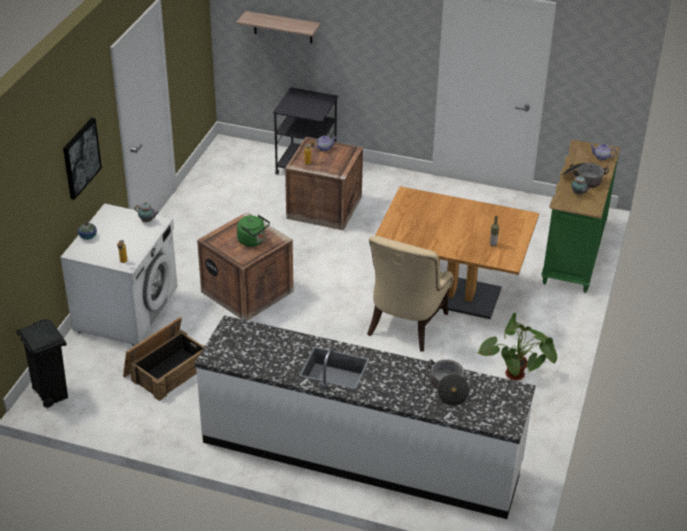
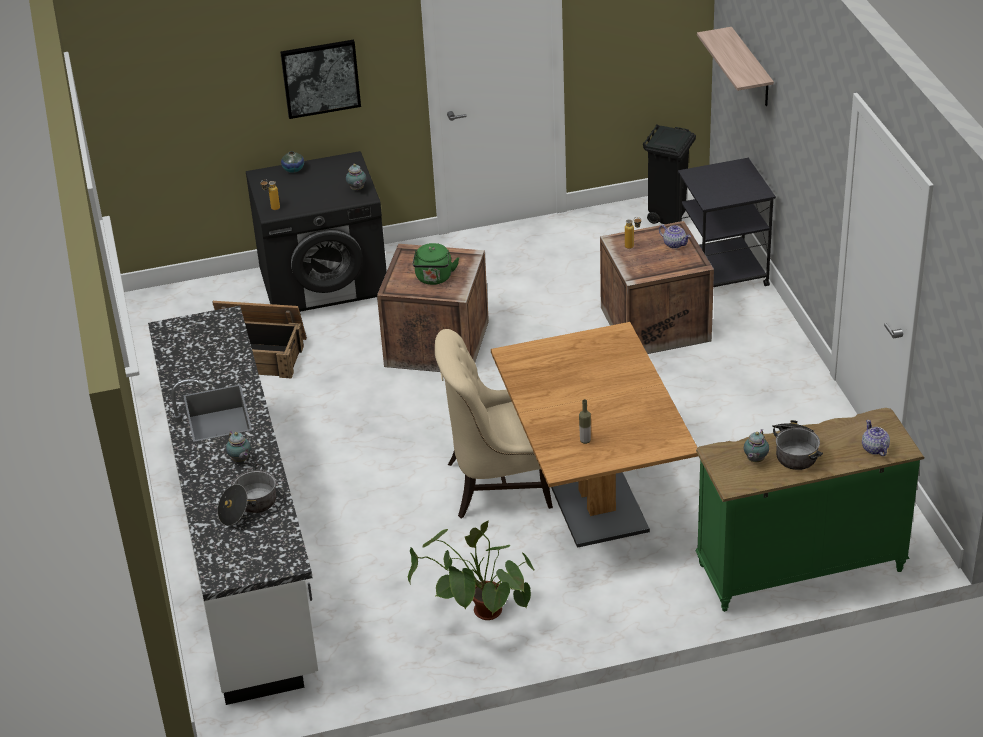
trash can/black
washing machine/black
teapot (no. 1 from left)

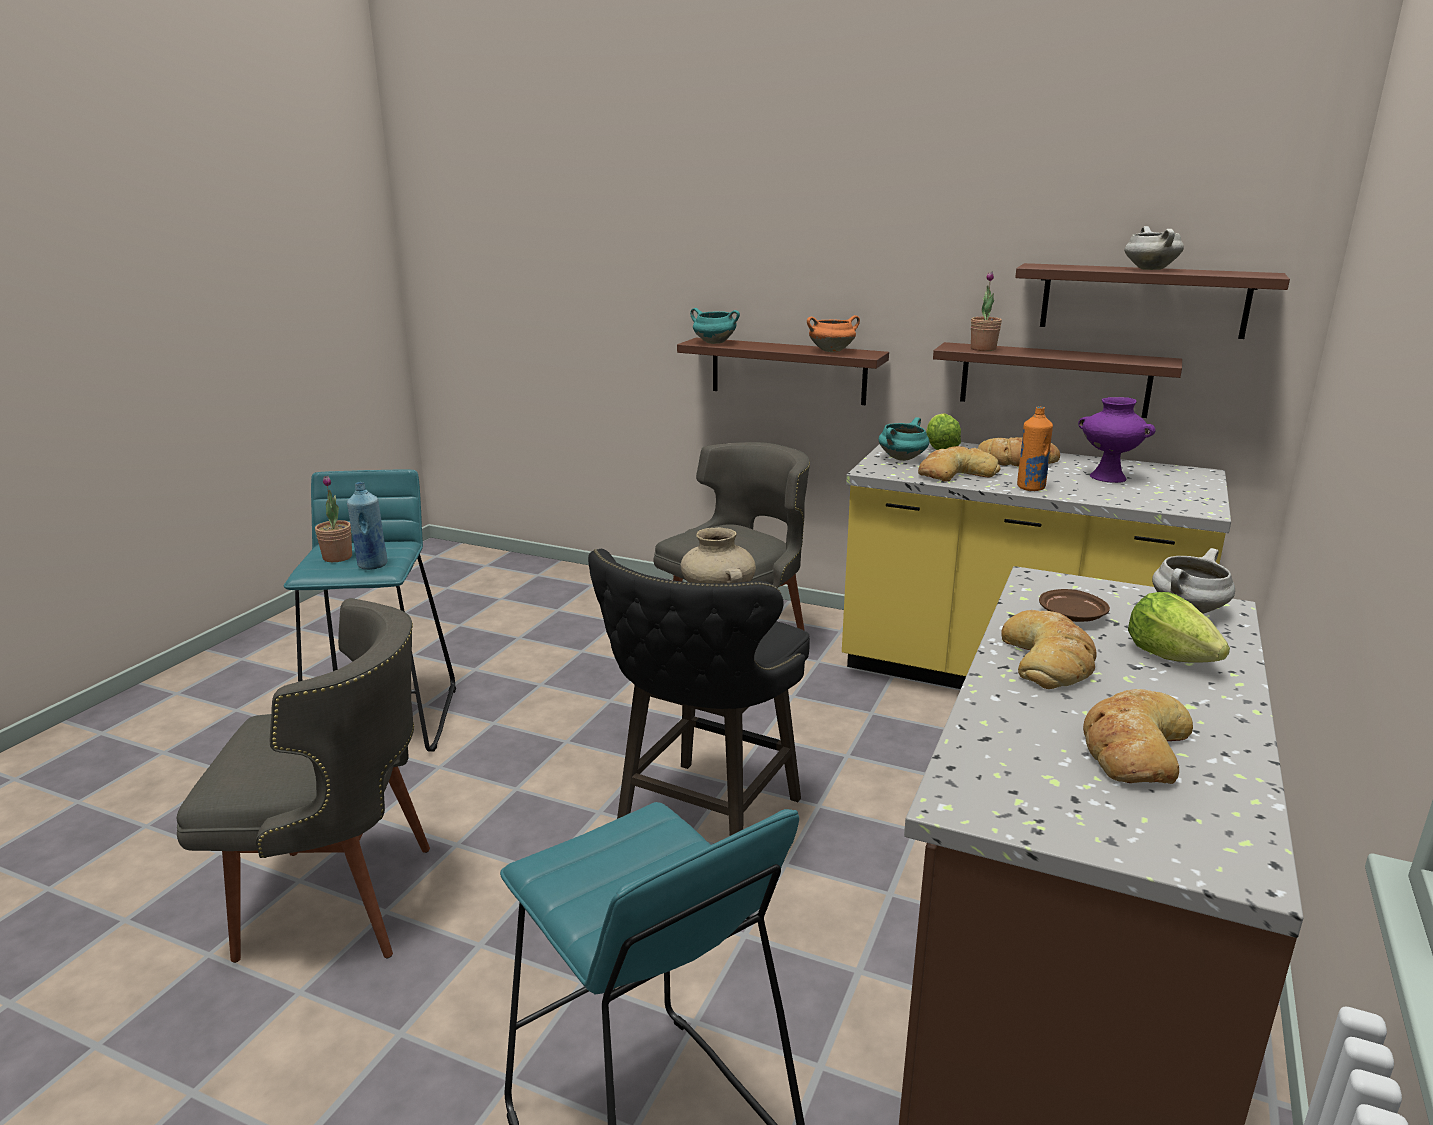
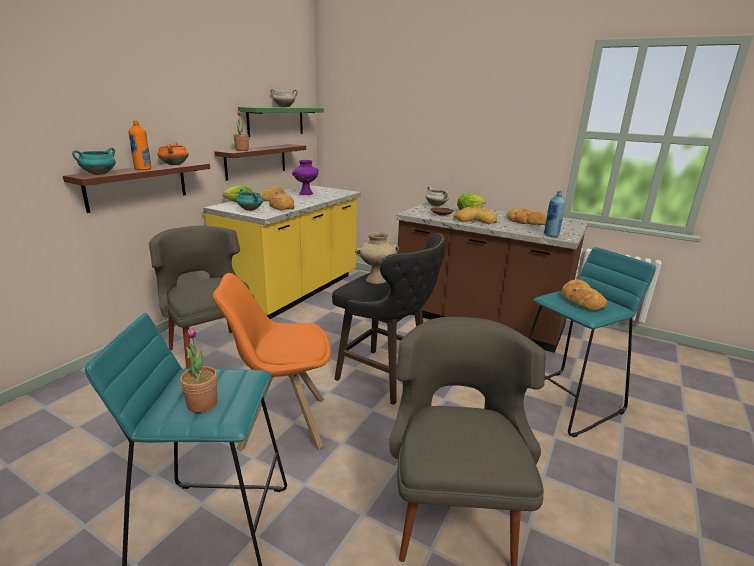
bottle/blue
shelf/green
bottle/orange
chair/orange
bread (no. 5 from left)

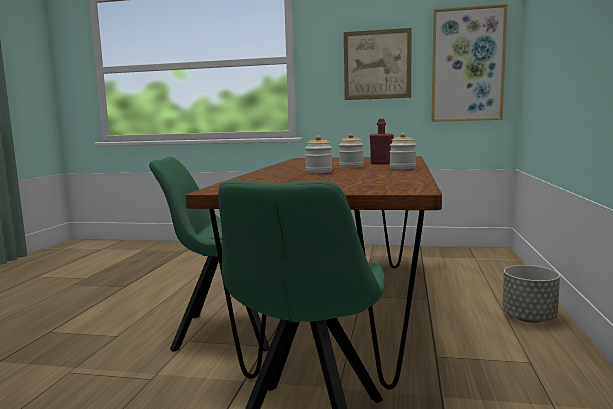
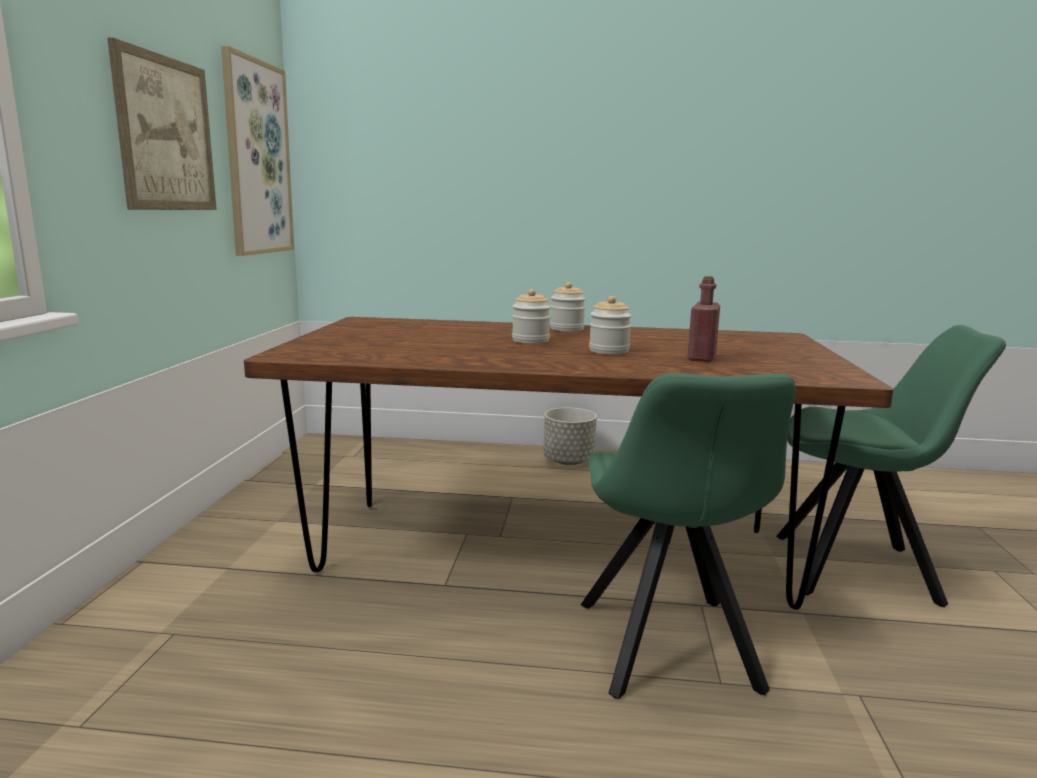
bottle/red

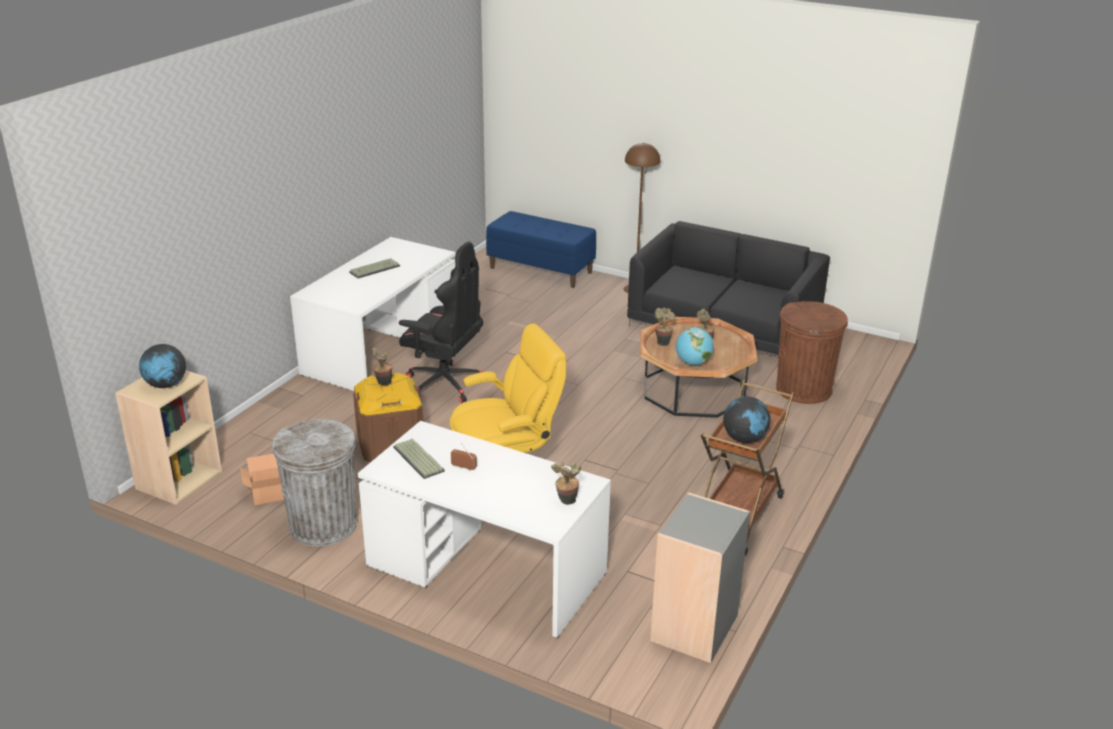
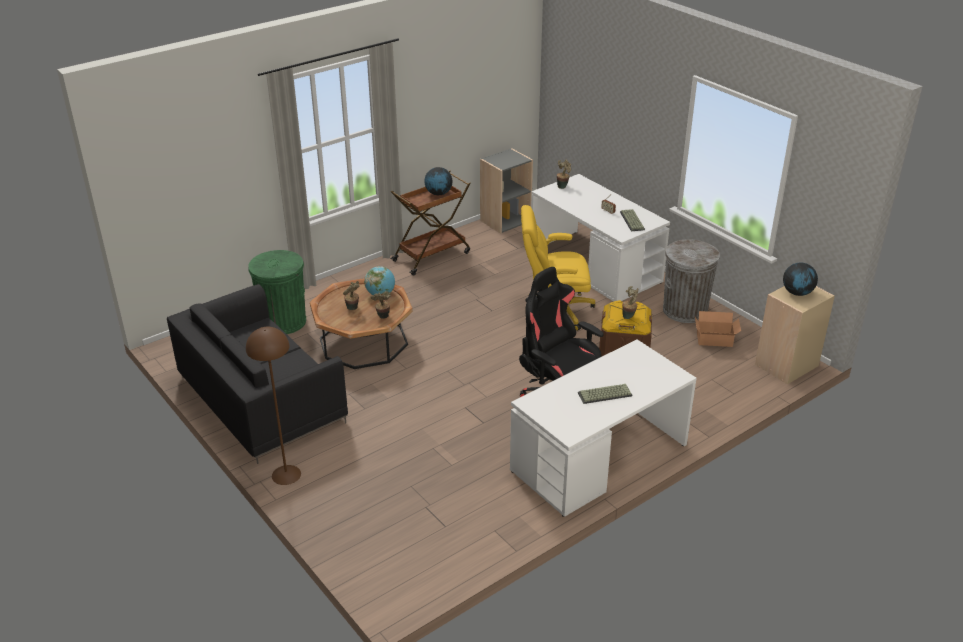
bench/blue
trash can/green

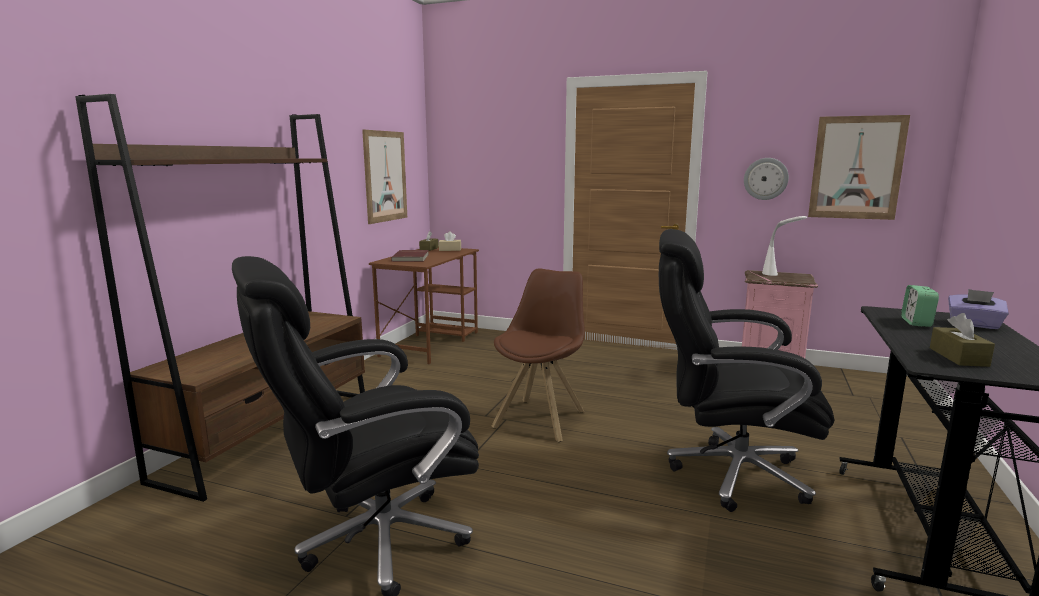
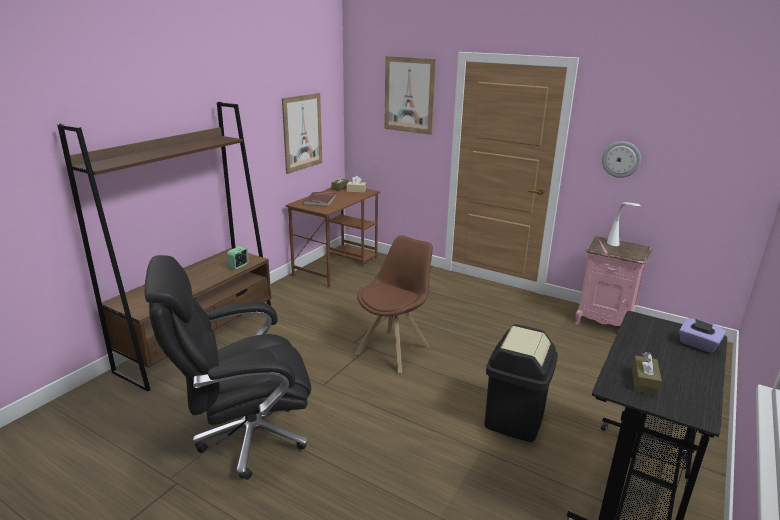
trash can/black
picture (no. 2 from left)
alarm clock

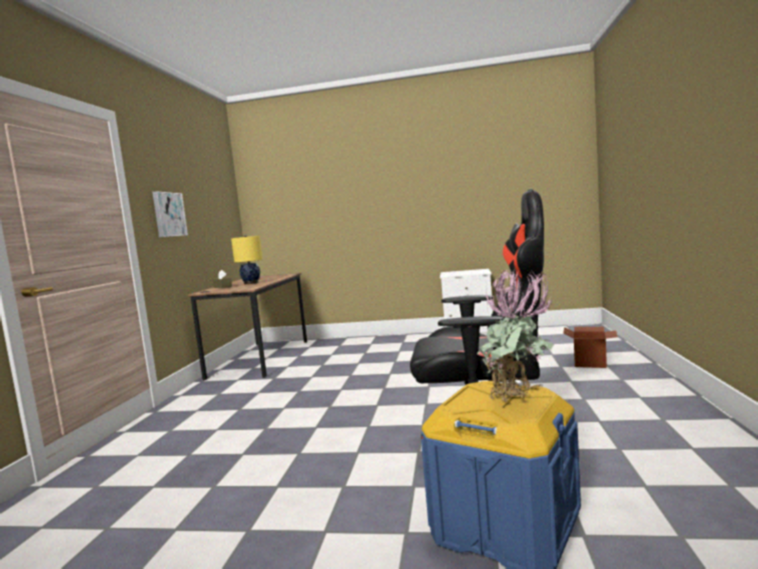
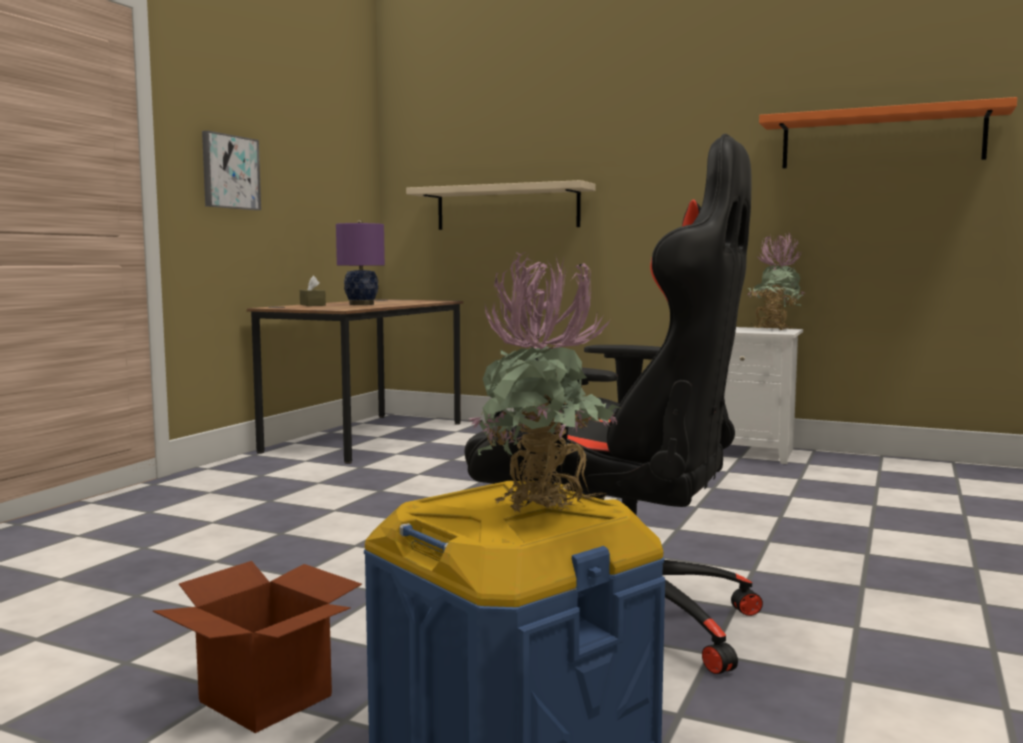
table lamp/purple
cardboard box
shelf/beige
potted plant (no. 2 from left)
shelf/orange

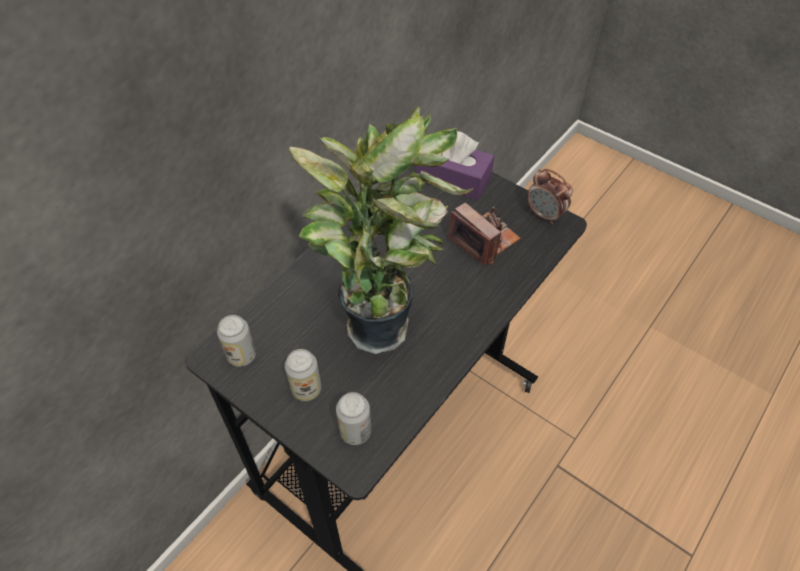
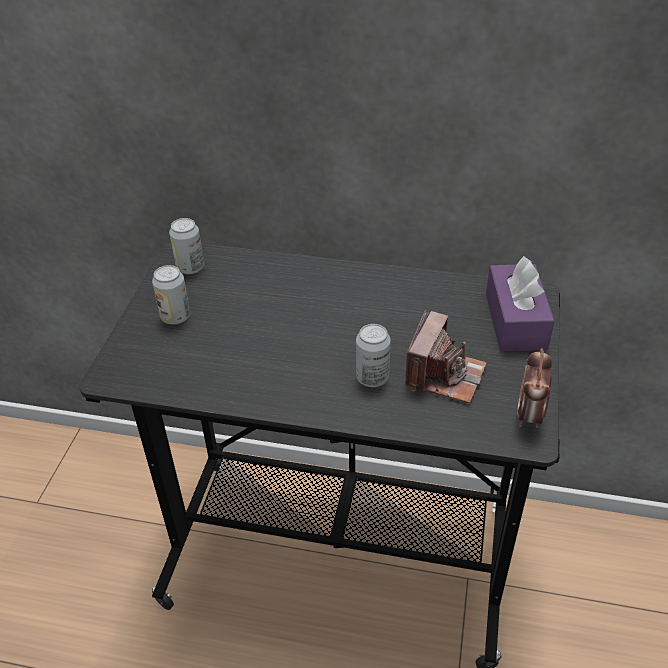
potted plant
can (no. 3 from left)

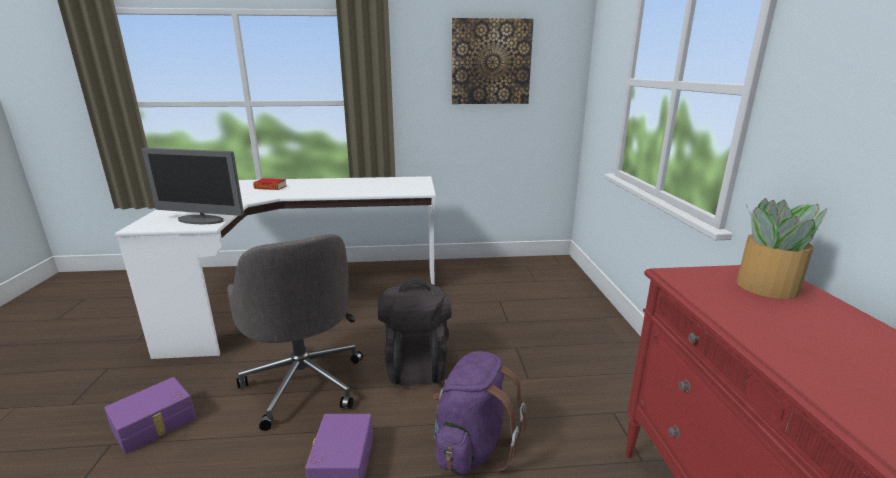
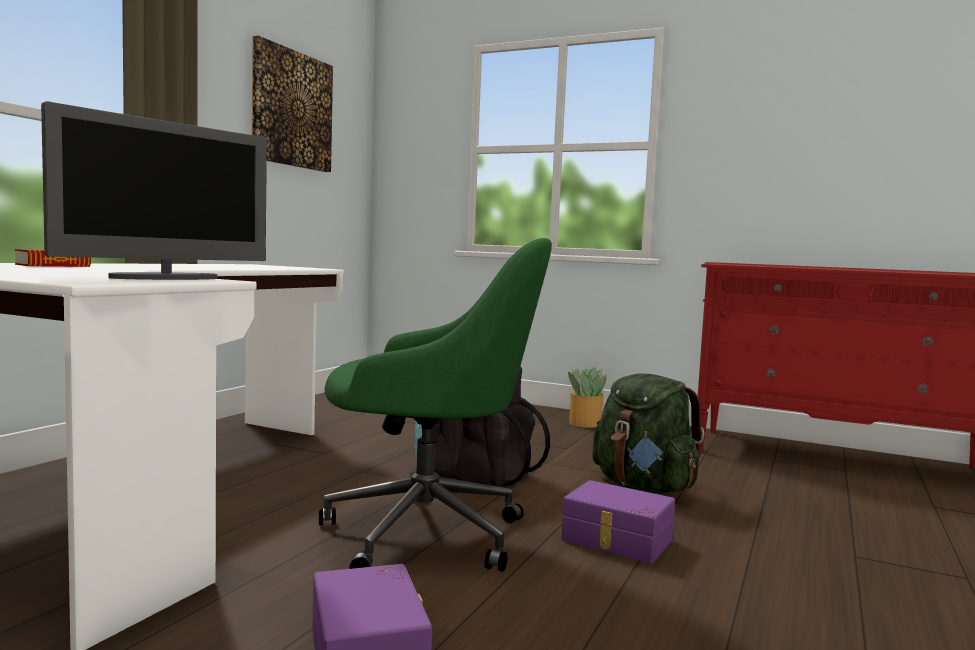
office chair/green
backpack/green
potted plant

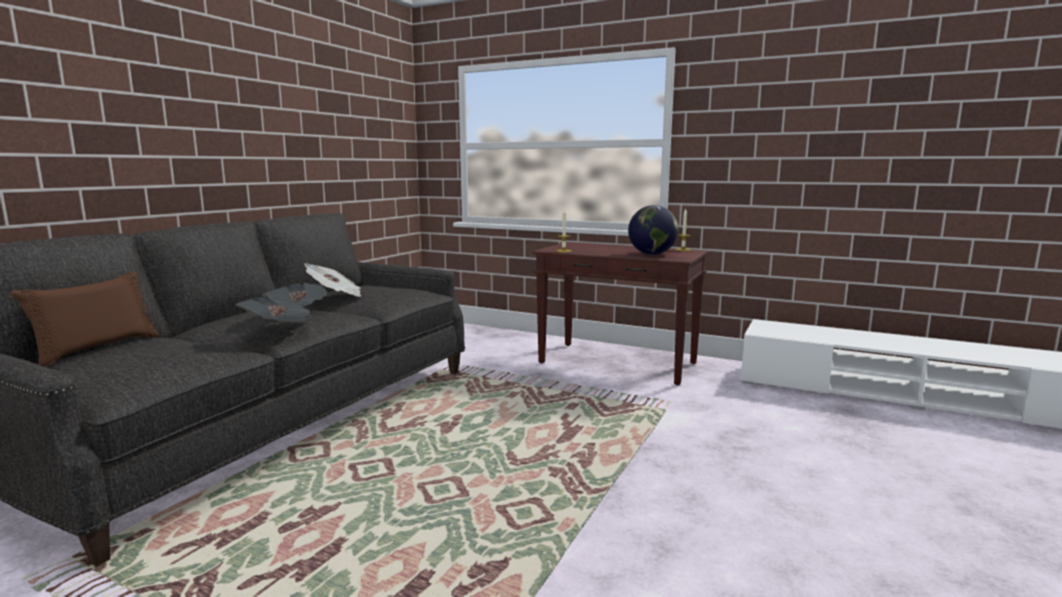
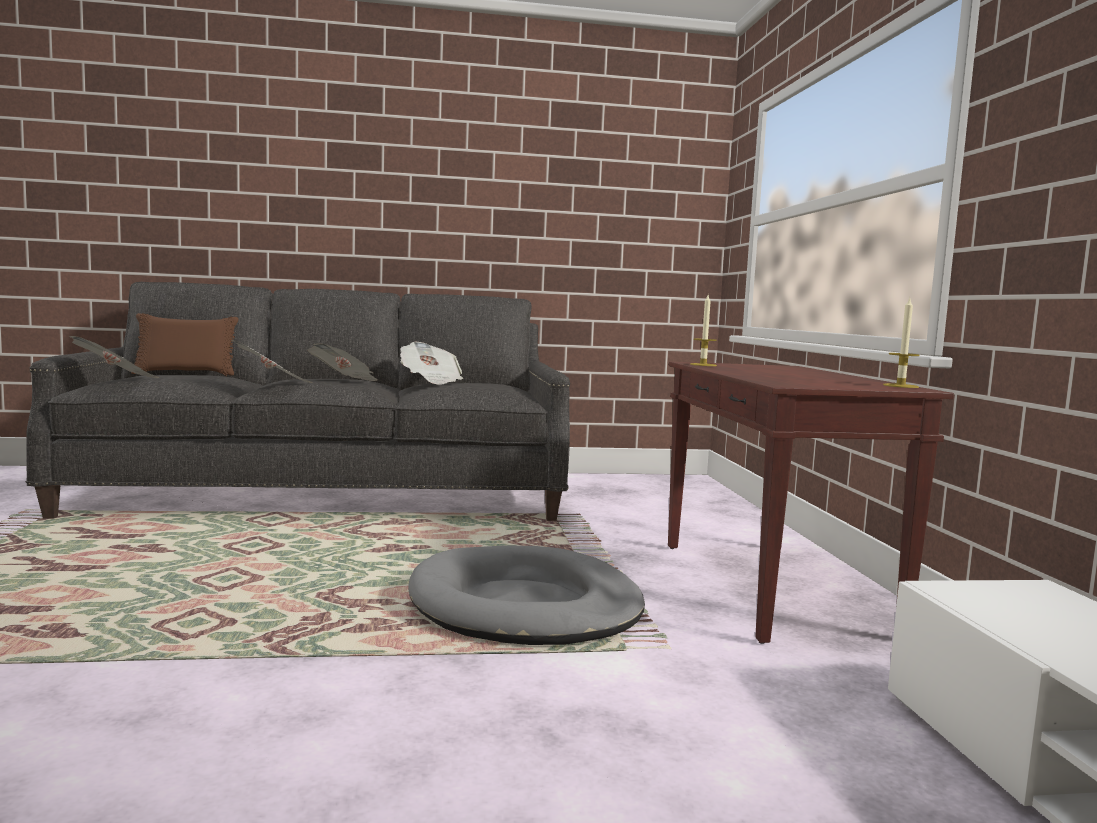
globe
newspaper (no. 1 from left)
dog bed/grey

